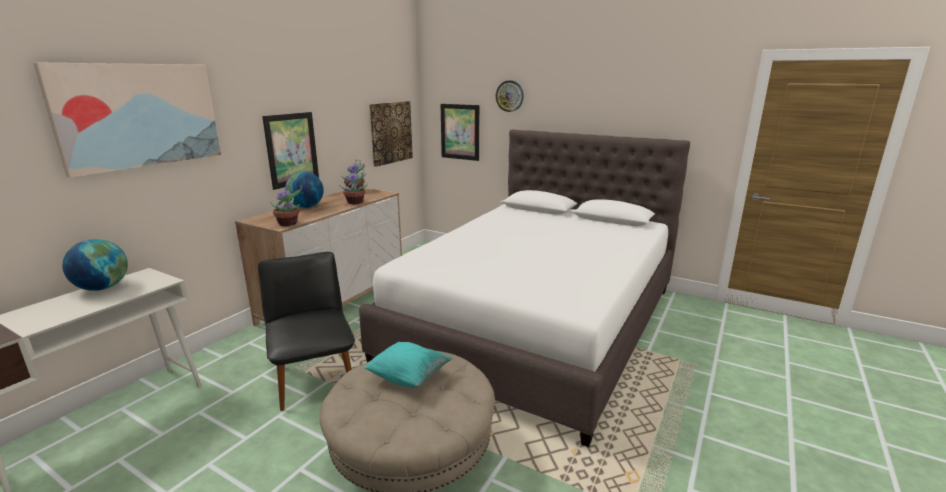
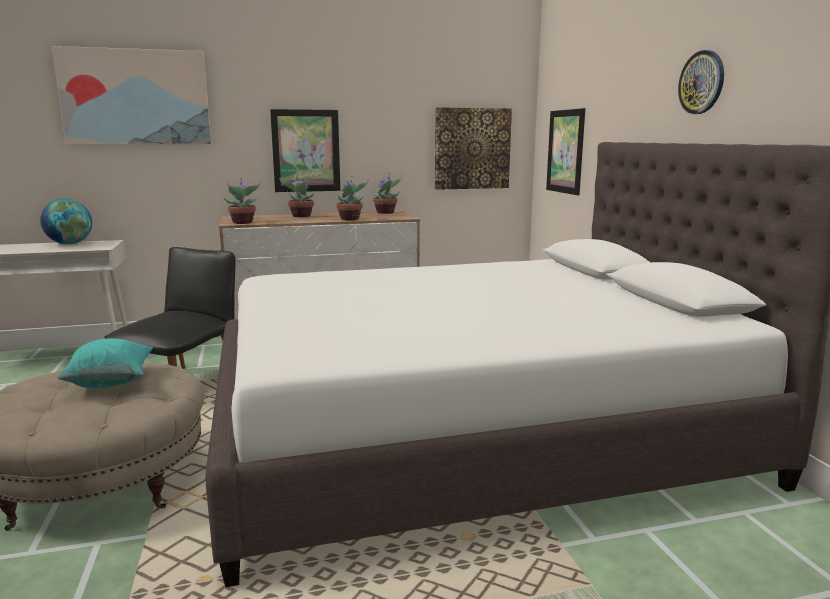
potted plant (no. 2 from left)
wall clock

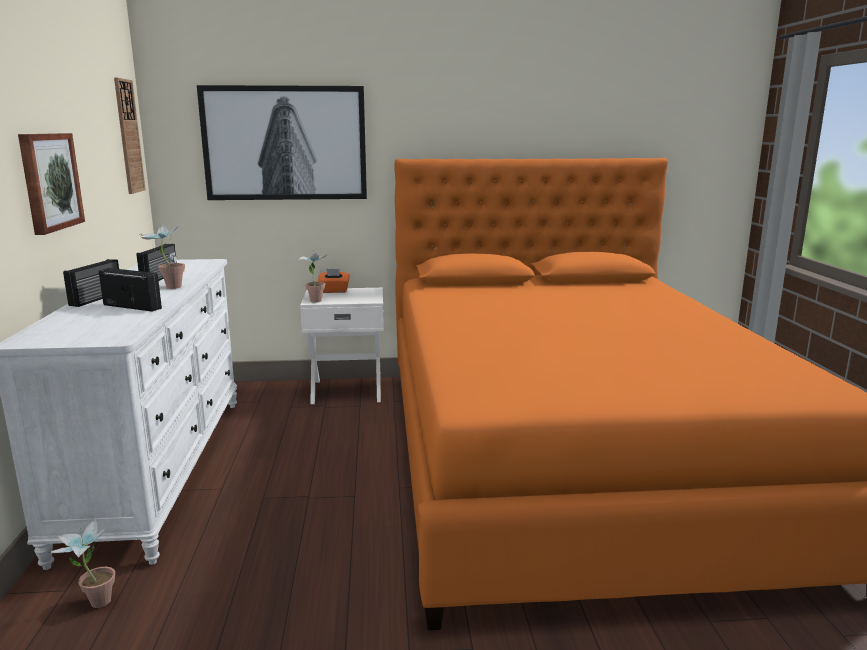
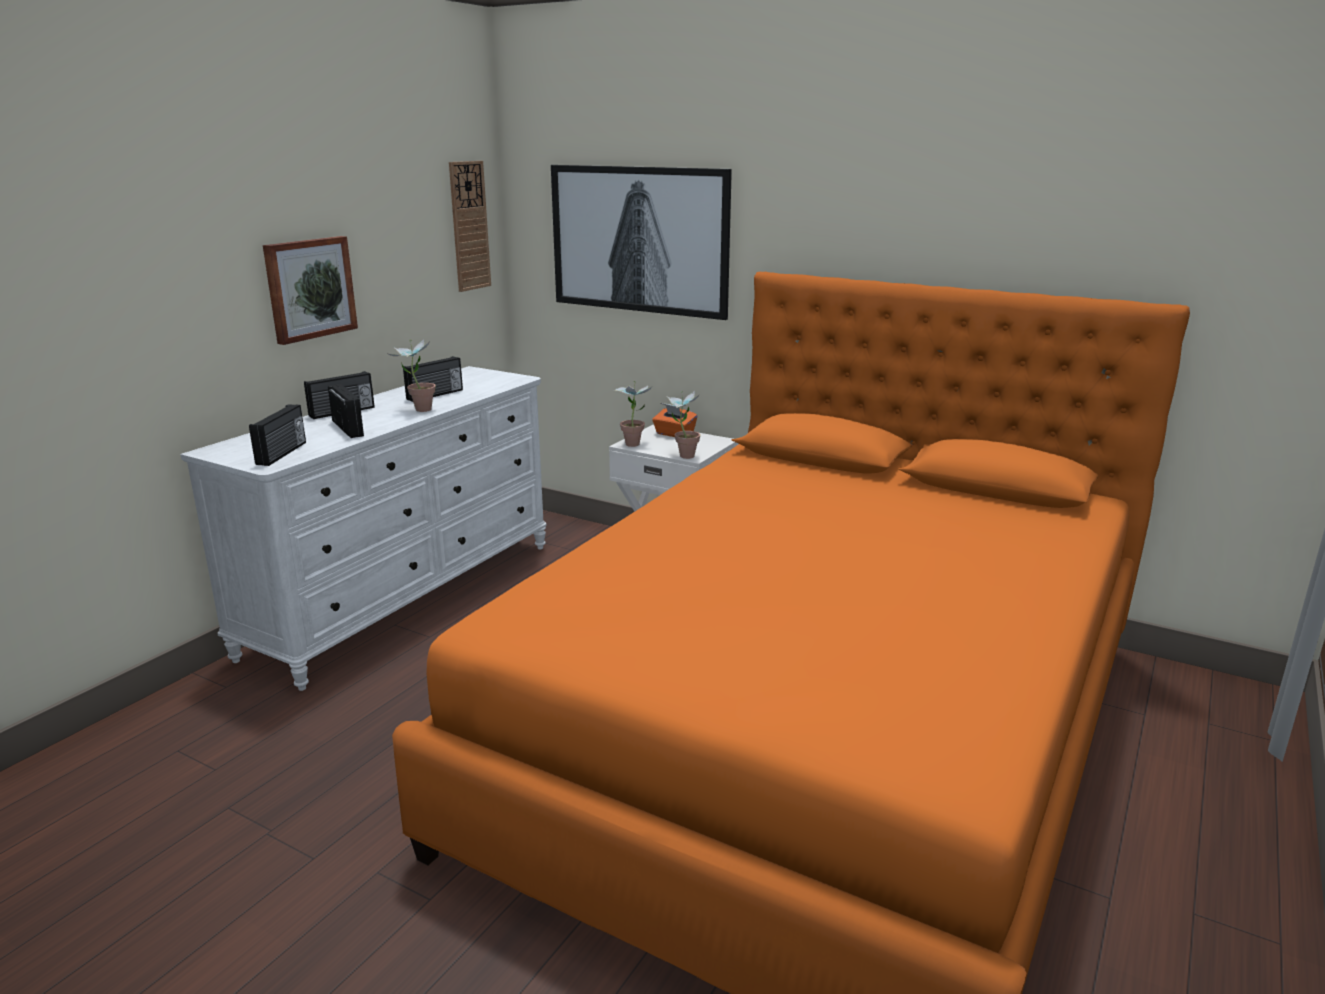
potted plant (no. 3 from left)
radio (no. 1 from left)

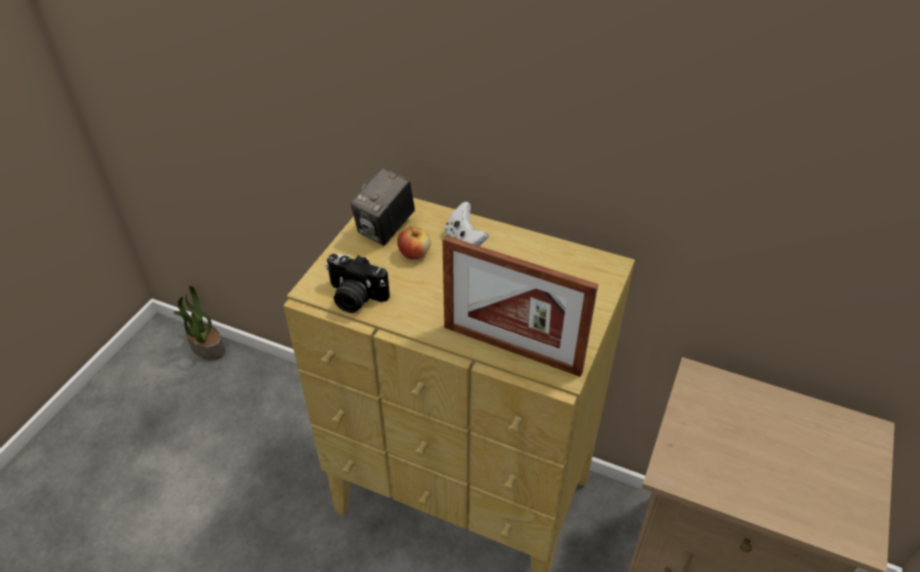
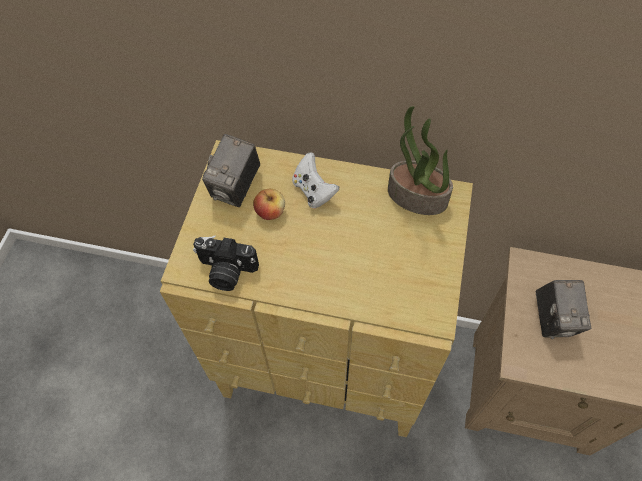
potted plant
picture frame
photo camera (no. 3 from left)

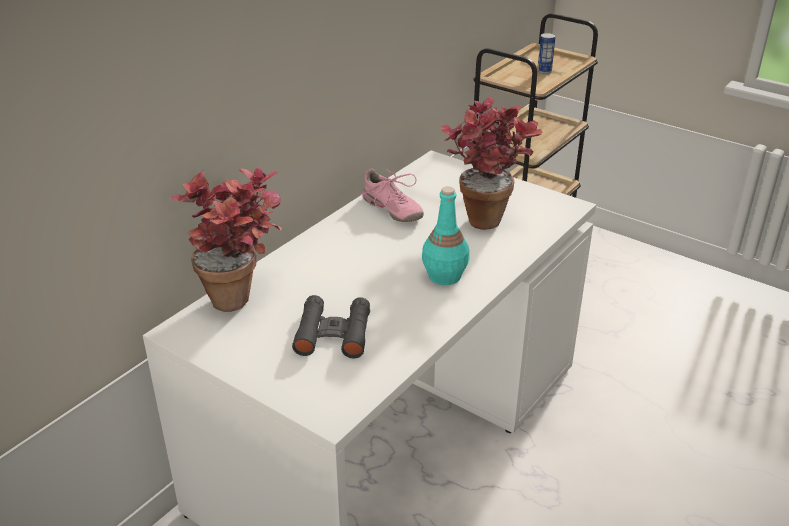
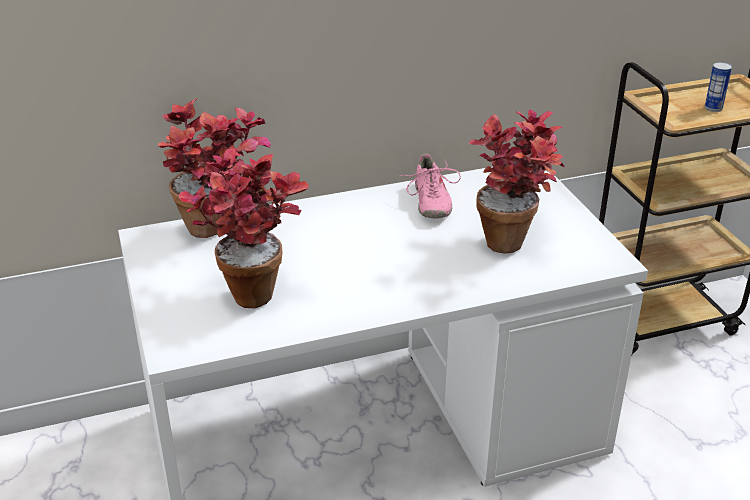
potted plant (no. 2 from left)
bottle/turquoise

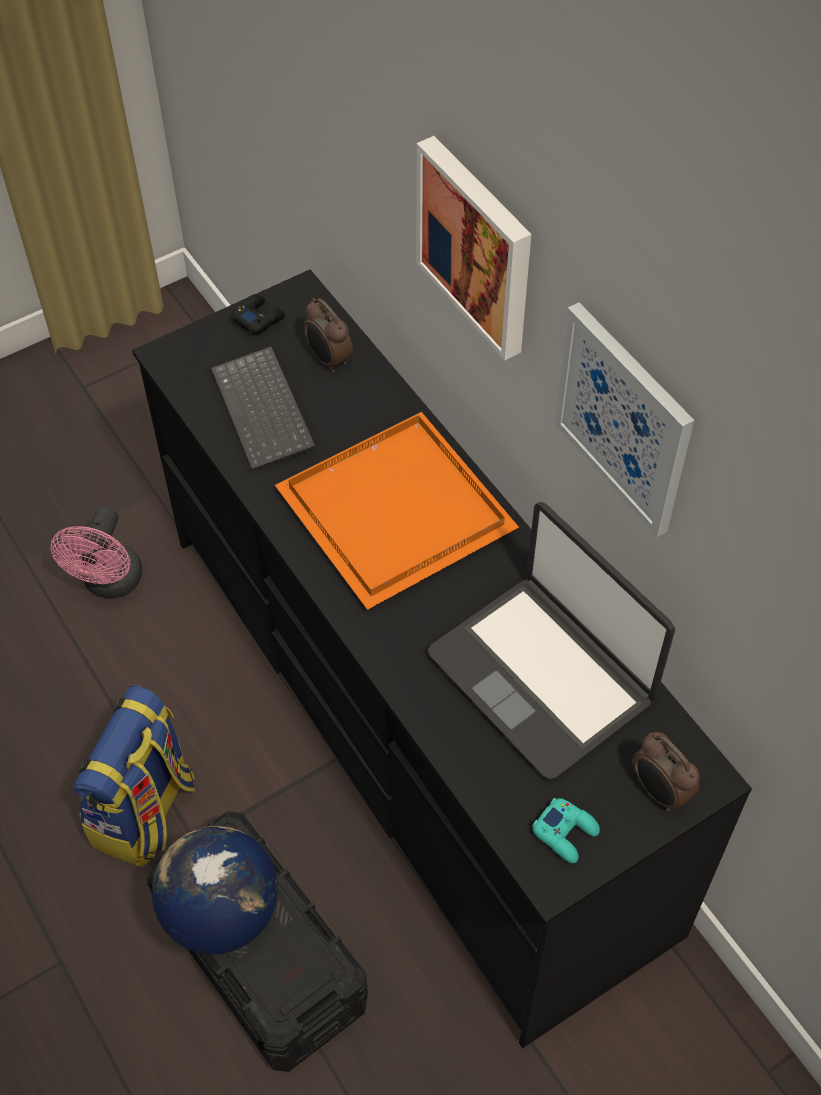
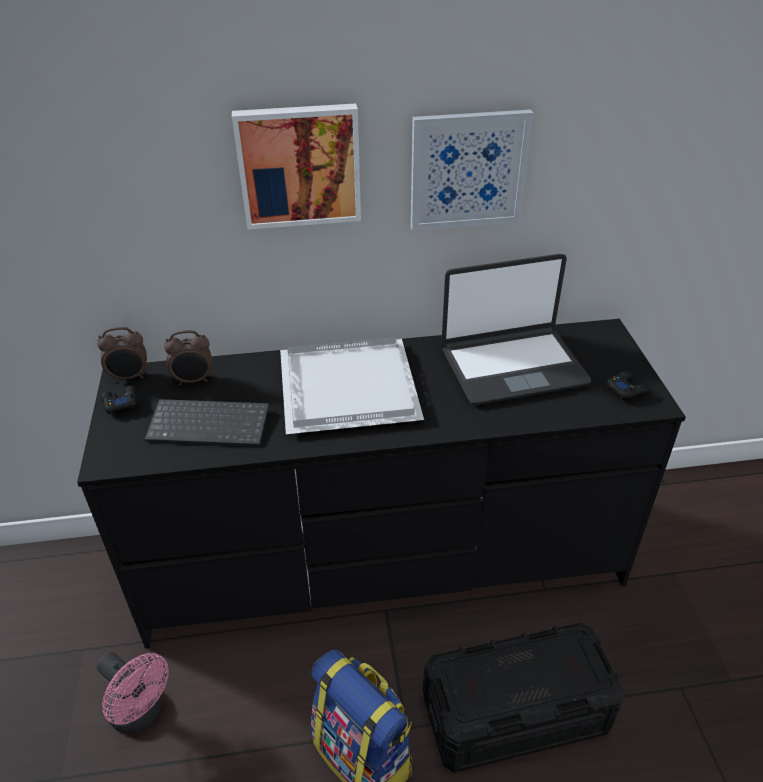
globe
tray/white
game controller/black (no. 2 from left)
alarm clock (no. 1 from left)

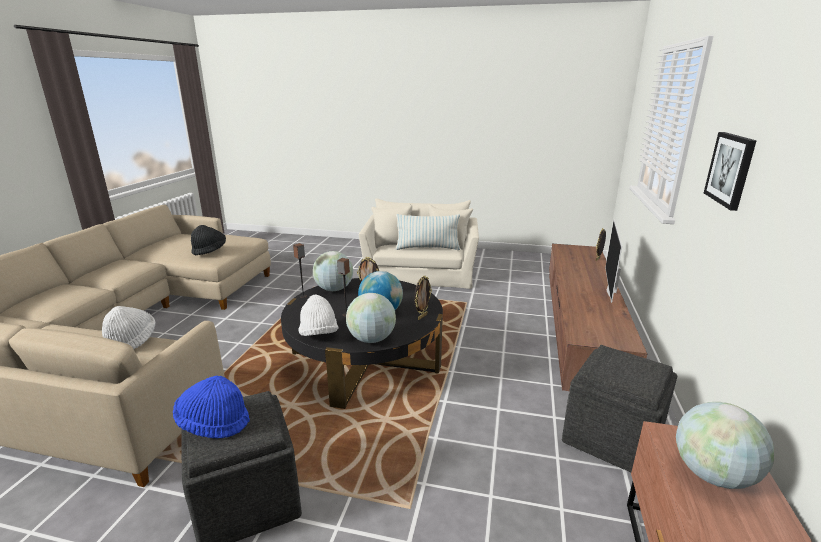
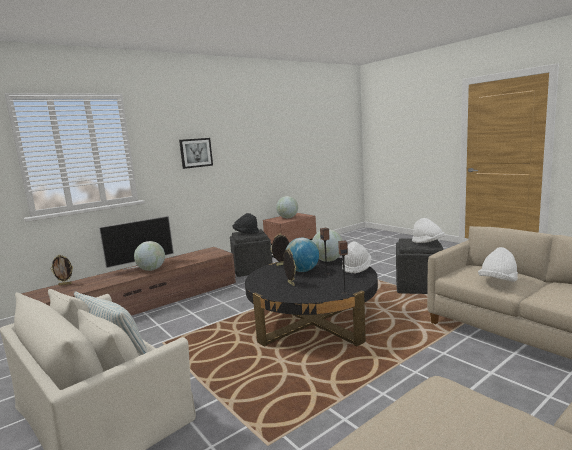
hat/white (no. 2 from left)
hat/black
globe (no. 1 from left)

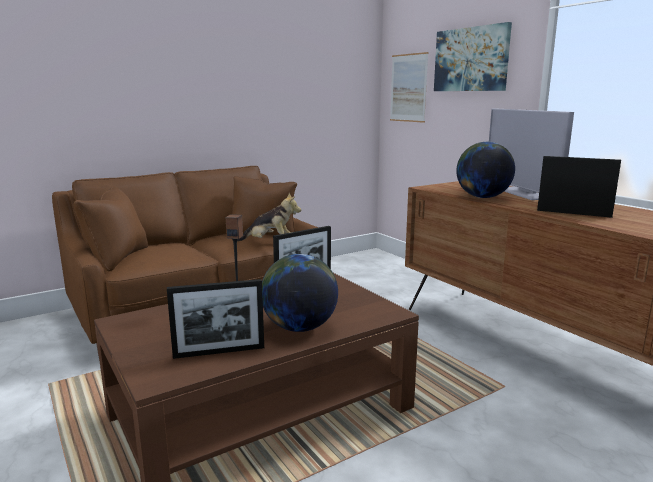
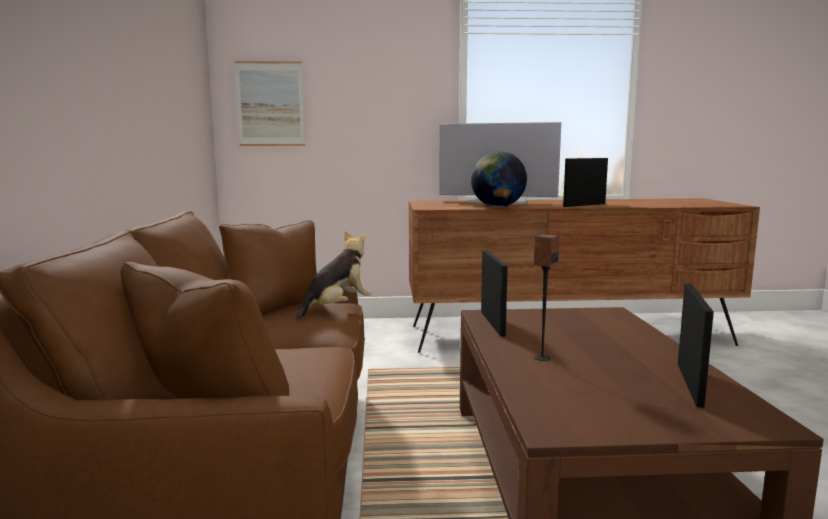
globe (no. 1 from left in the first image)
picture (no. 2 from left in the first image)

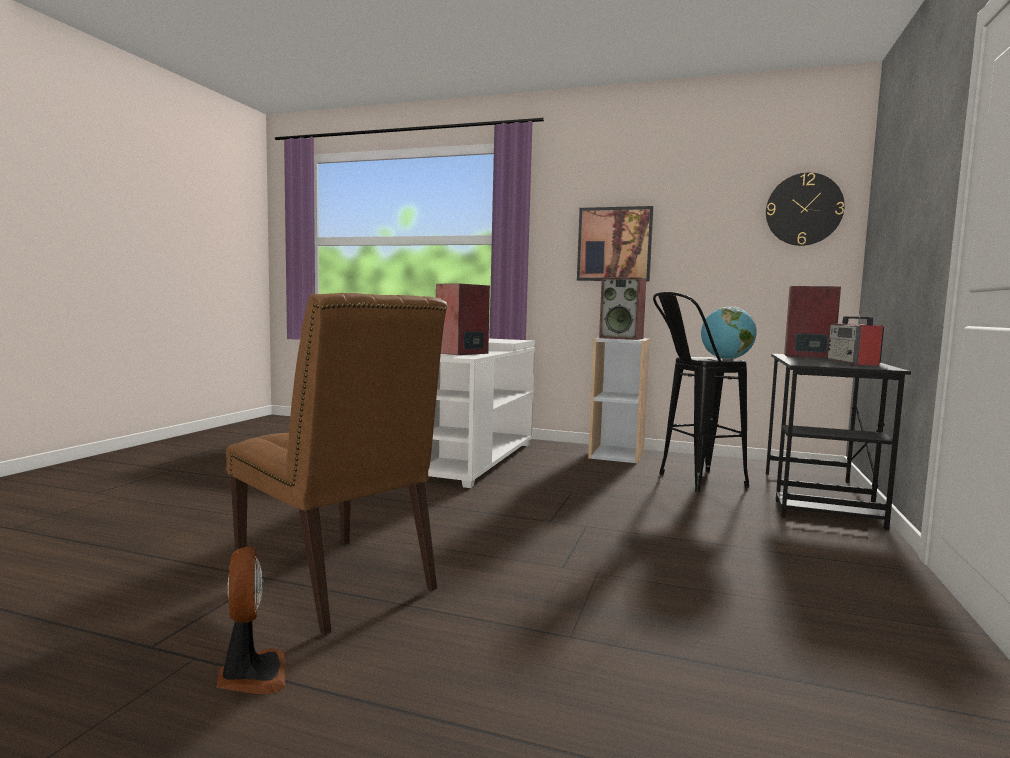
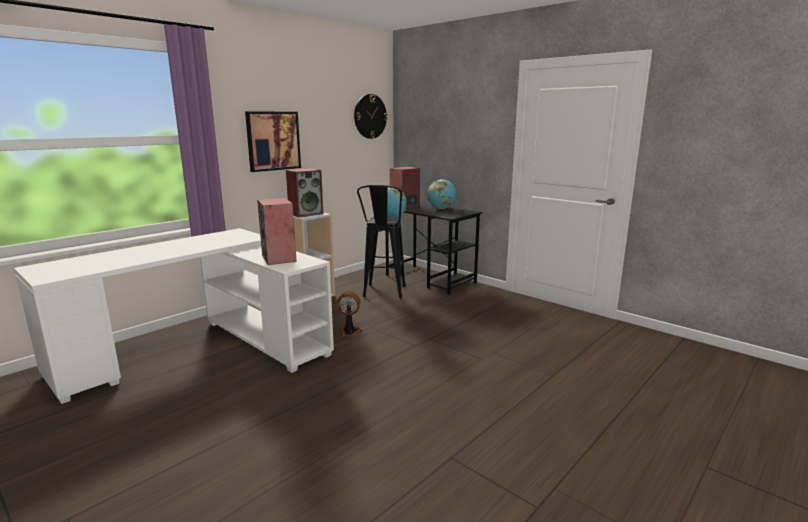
fan
chair/brown
globe (no. 2 from left)

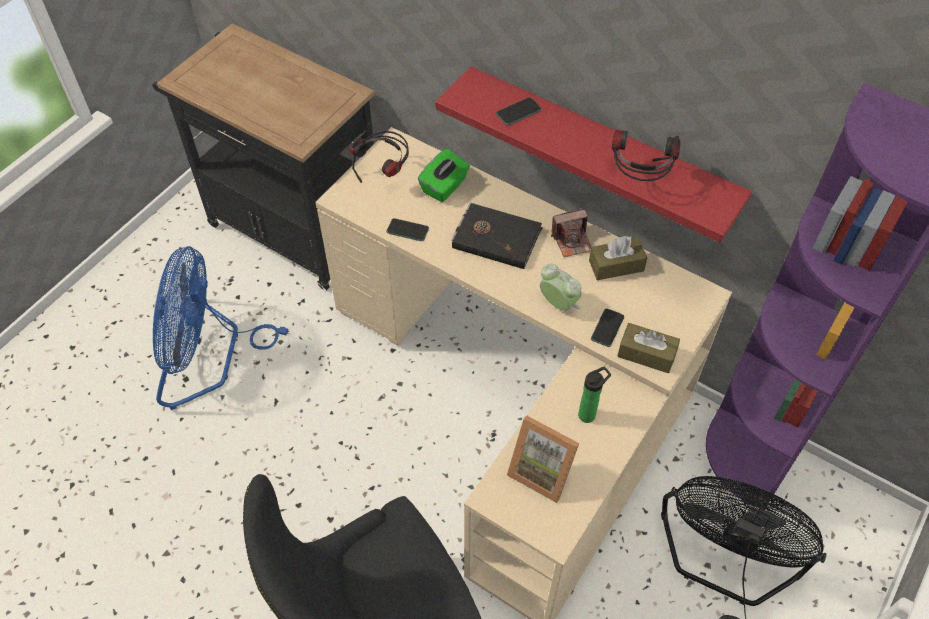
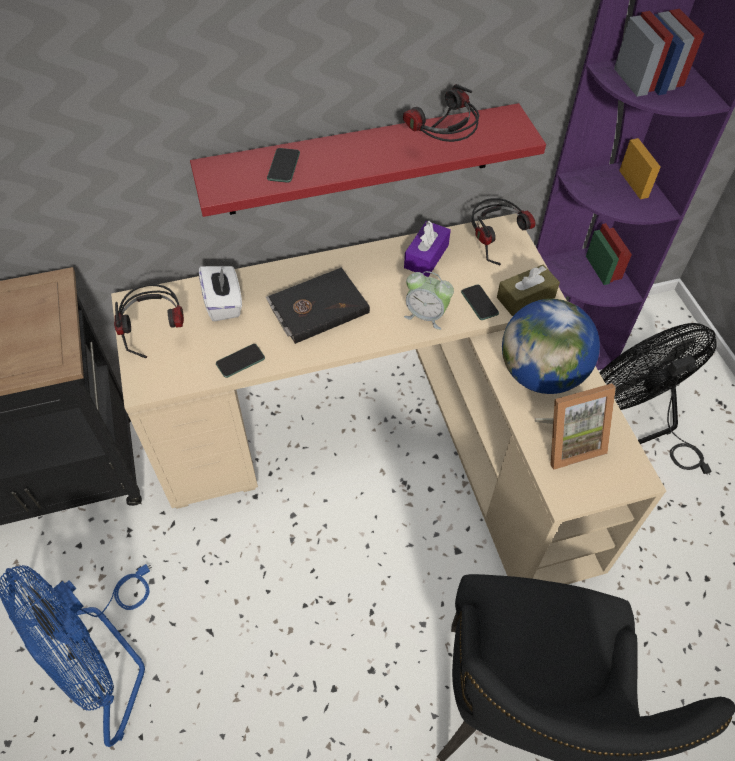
tissue box/white
alarm clock
photo camera
globe
tissue box/purple
headphones (no. 3 from left)

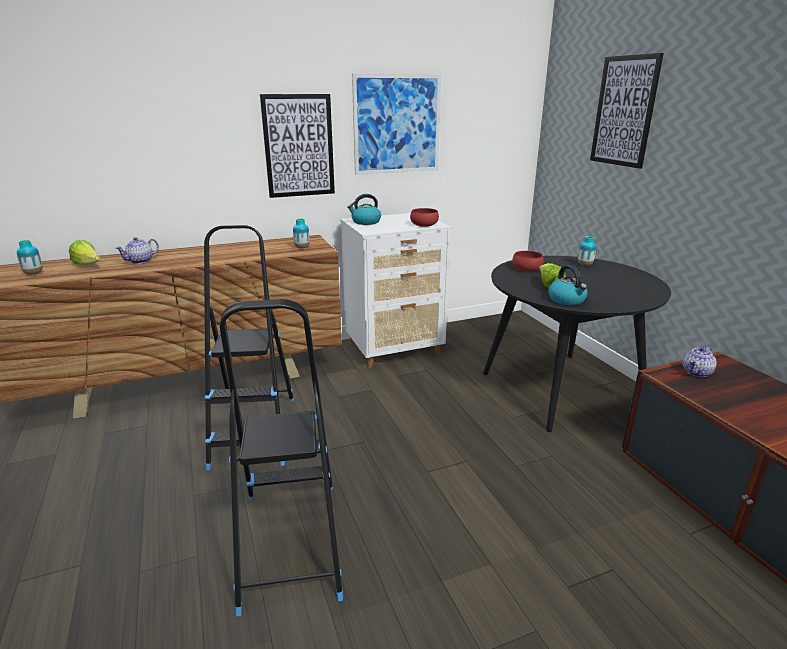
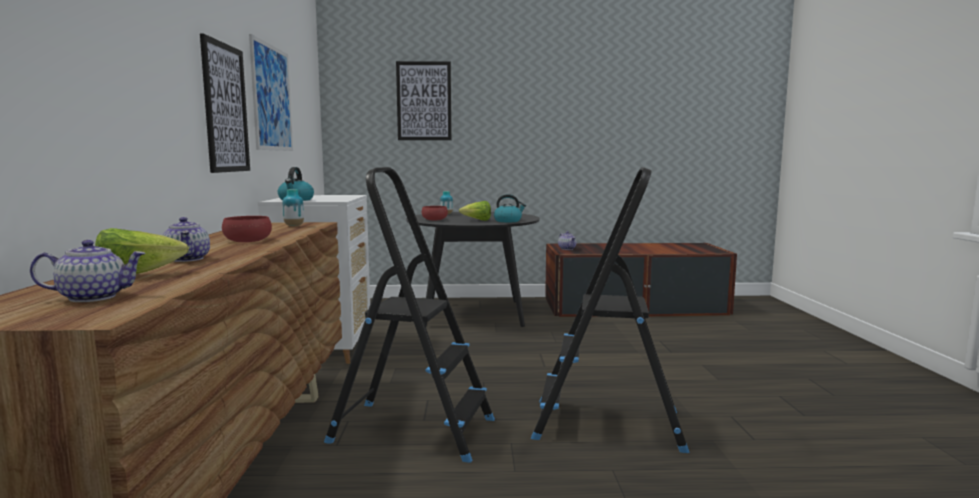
teapot (no. 1 from left)
bowl/red (no. 1 from left)

